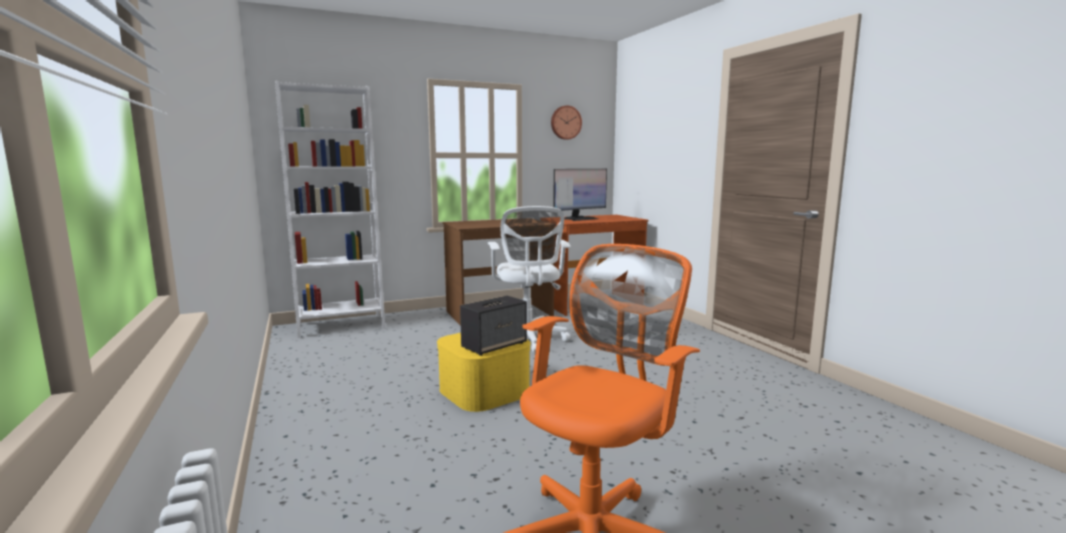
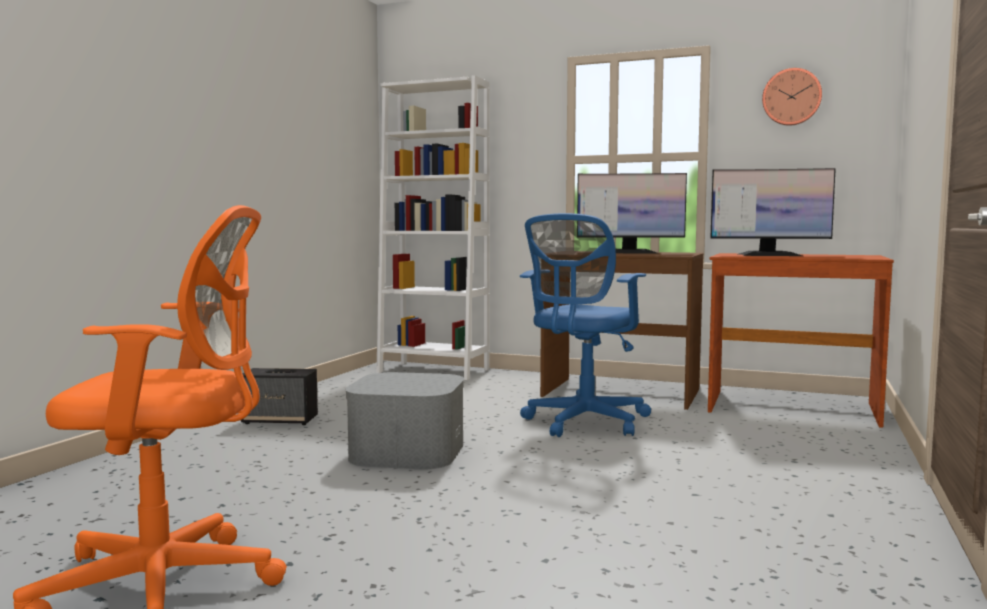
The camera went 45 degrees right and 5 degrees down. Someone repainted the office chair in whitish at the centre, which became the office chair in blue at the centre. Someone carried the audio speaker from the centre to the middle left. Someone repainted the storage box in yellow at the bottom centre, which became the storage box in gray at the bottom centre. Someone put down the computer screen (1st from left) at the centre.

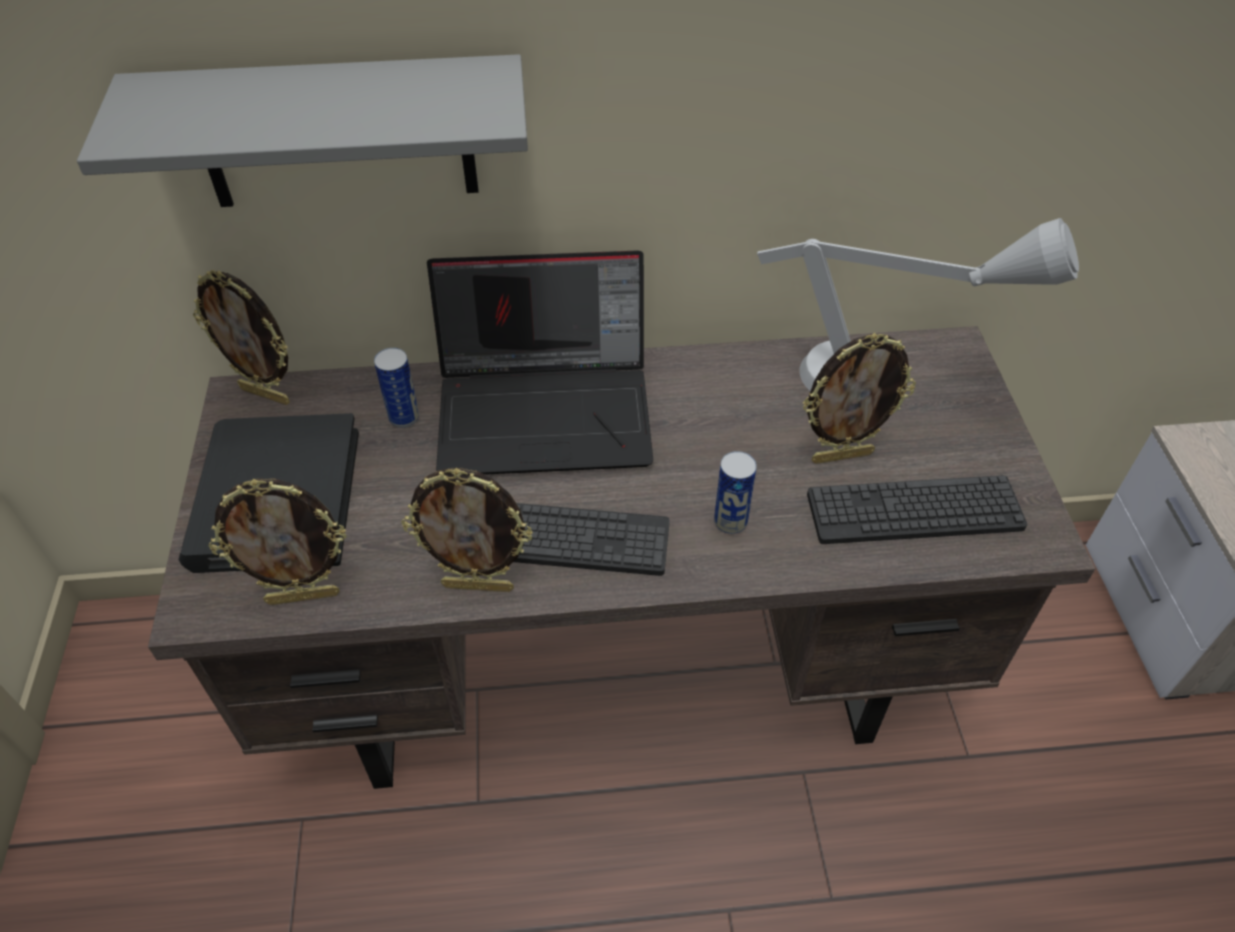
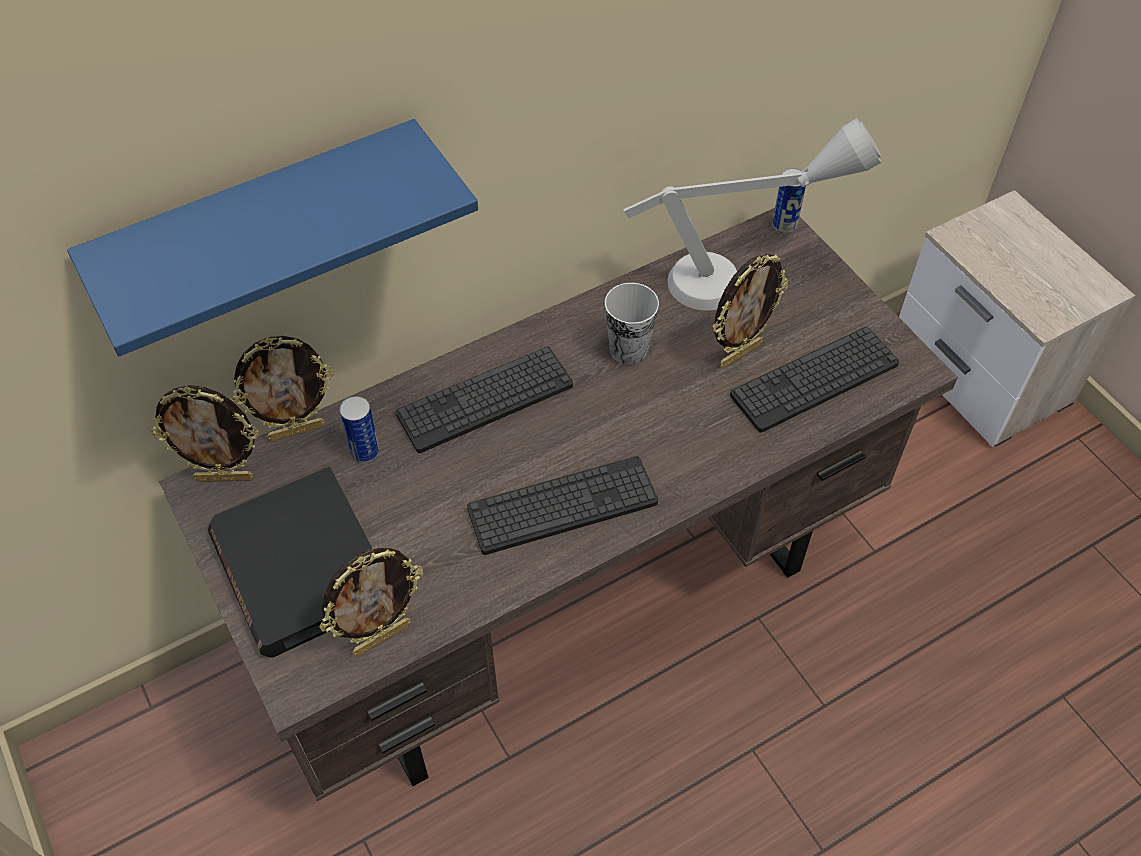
The camera went 25 degrees left and 5 degrees up. Someone repainted the shelf in gray at the top left, which became the shelf in blue at the top left. Someone swapped the portable computer at the centre for the PC keyboard (1st from left) at the centre. Someone carried the can (2nd from left) from the centre to the top right. Someone carried the photo frame (3rd from left in the first image) from the centre to the middle left. Someone put down the drinking cup at the centre.

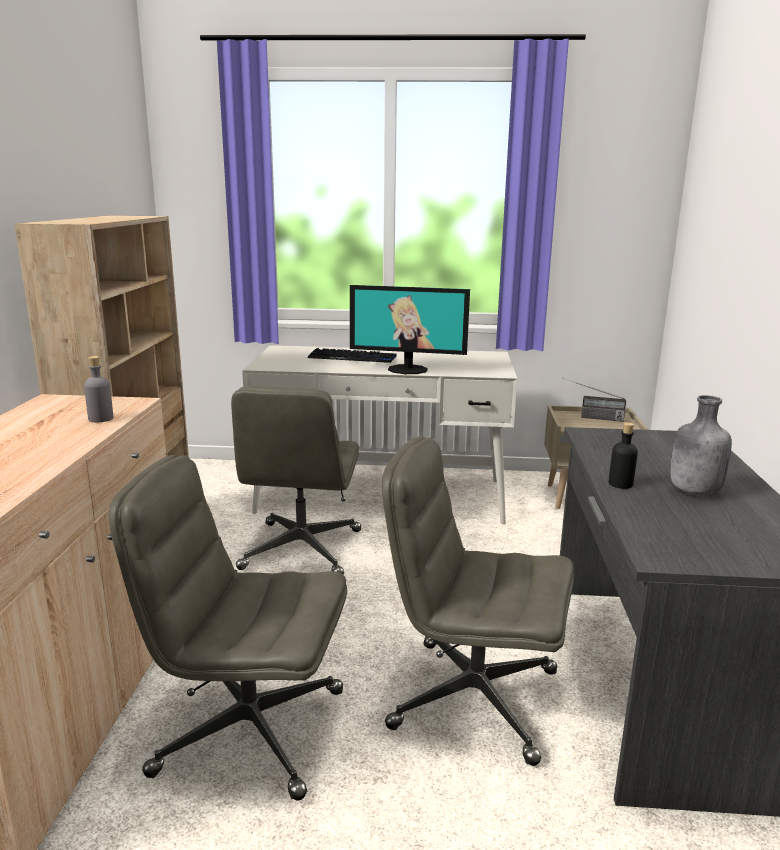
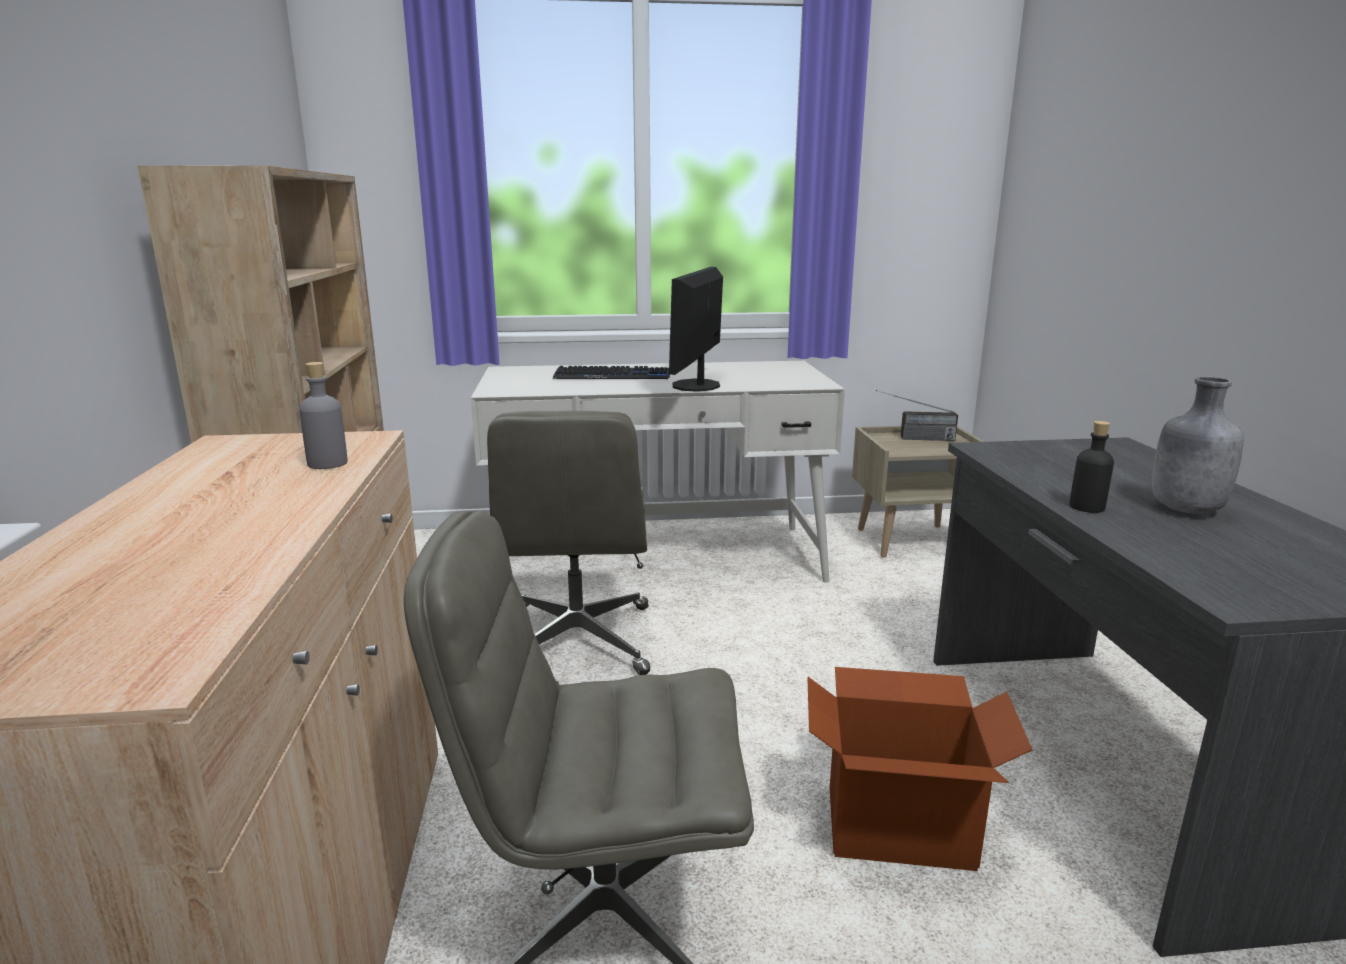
The camera went 10 degrees left and 0 degrees up. Someone rotated the computer screen at the centre by 105 degrees clockwise. Someone swapped the office chair in gray (3rd from left) at the bottom centre for the packing box at the bottom right.

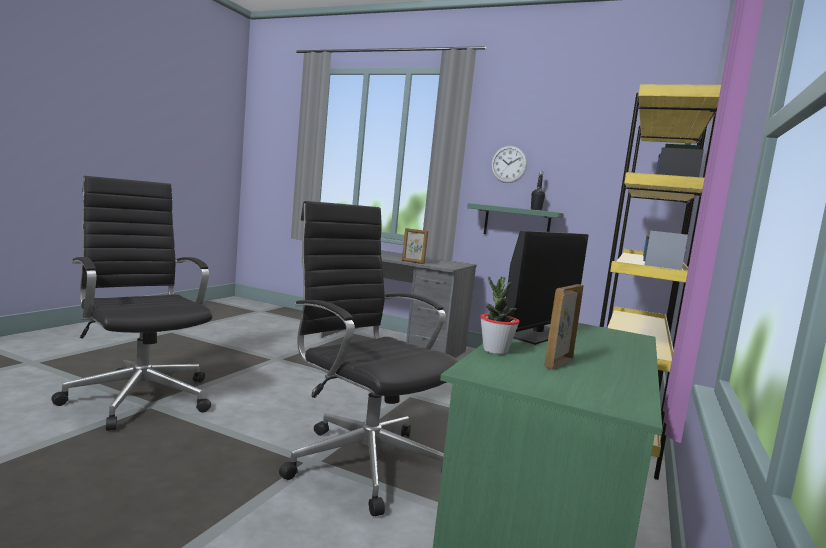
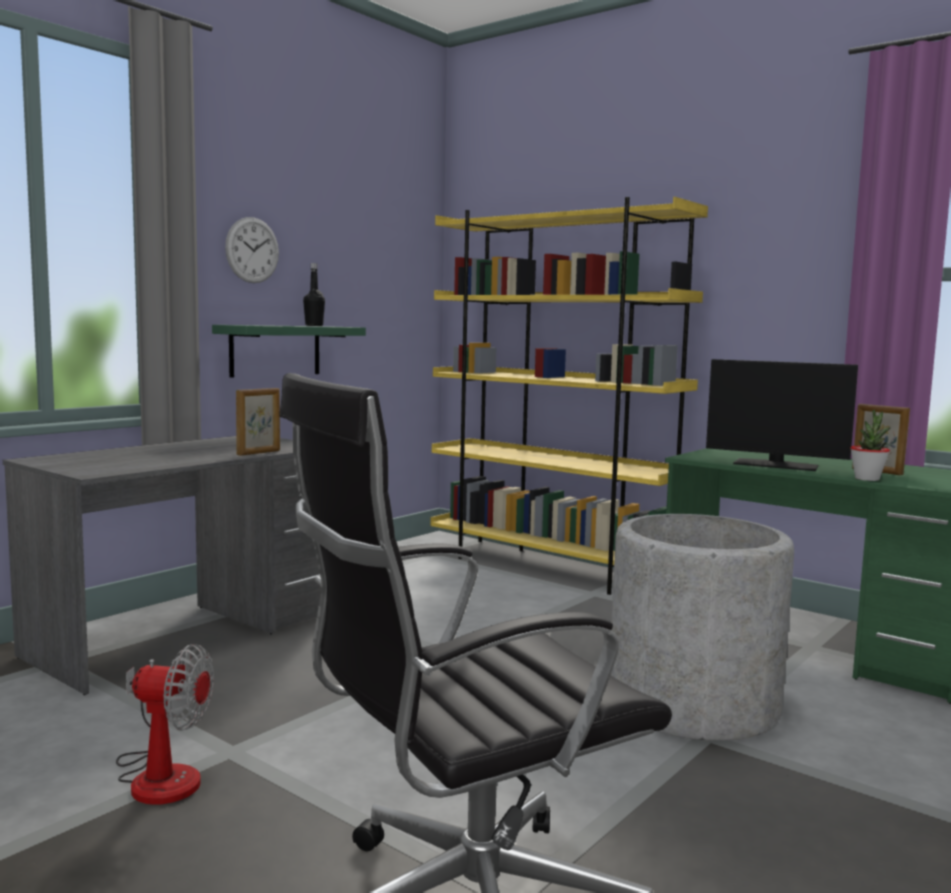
The camera went 75 degrees left and 0 degrees up. Someone swapped the office chair in black (2nd from left) at the centre for the planter in gray at the bottom right. Someone rotated the computer screen at the centre by 150 degrees clockwise. Someone put down the fan at the bottom left.

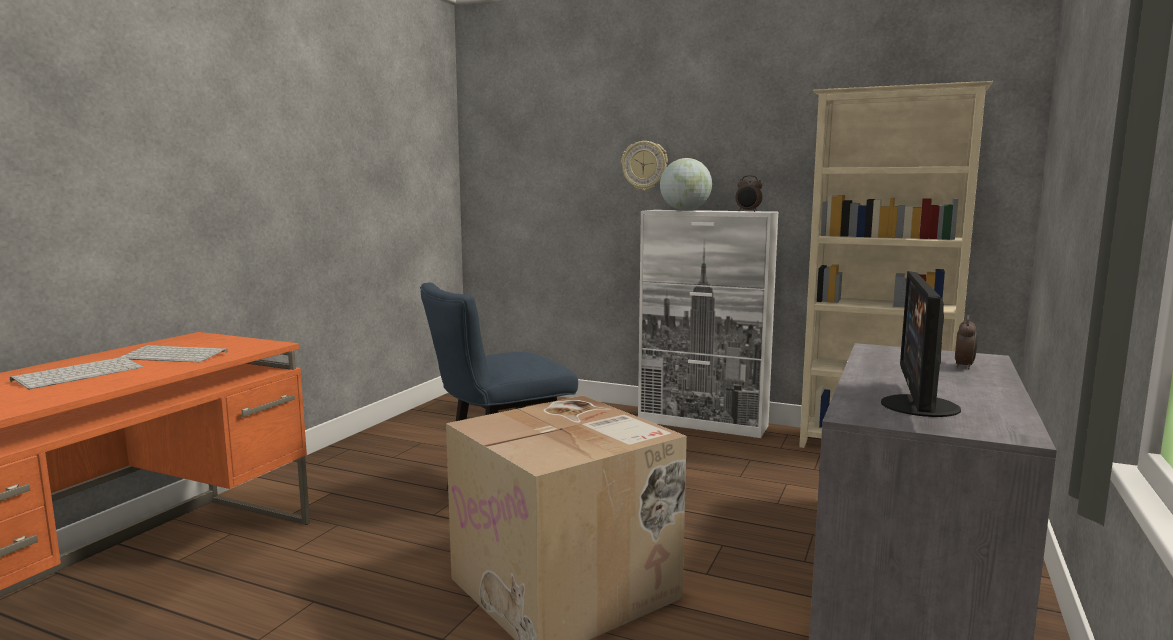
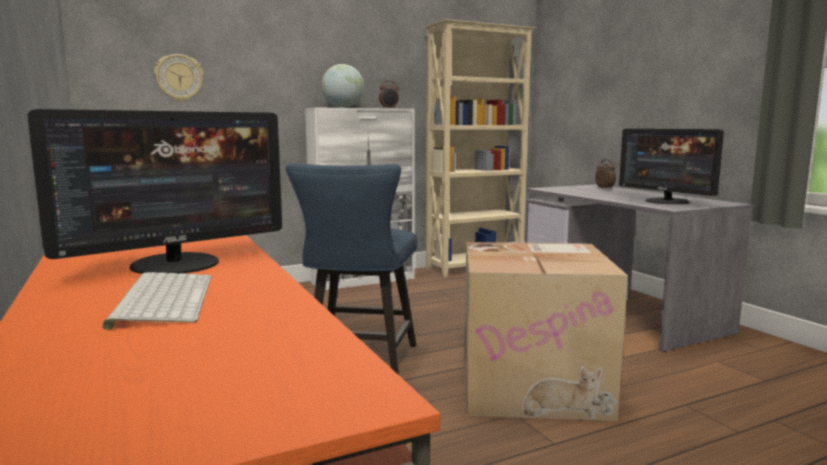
The camera went 50 degrees left and 0 degrees up. Someone carried the wall clock from the top centre to the top left. Someone swapped the PC keyboard (2nd from left) at the middle left for the computer screen (1st from left) at the middle left.

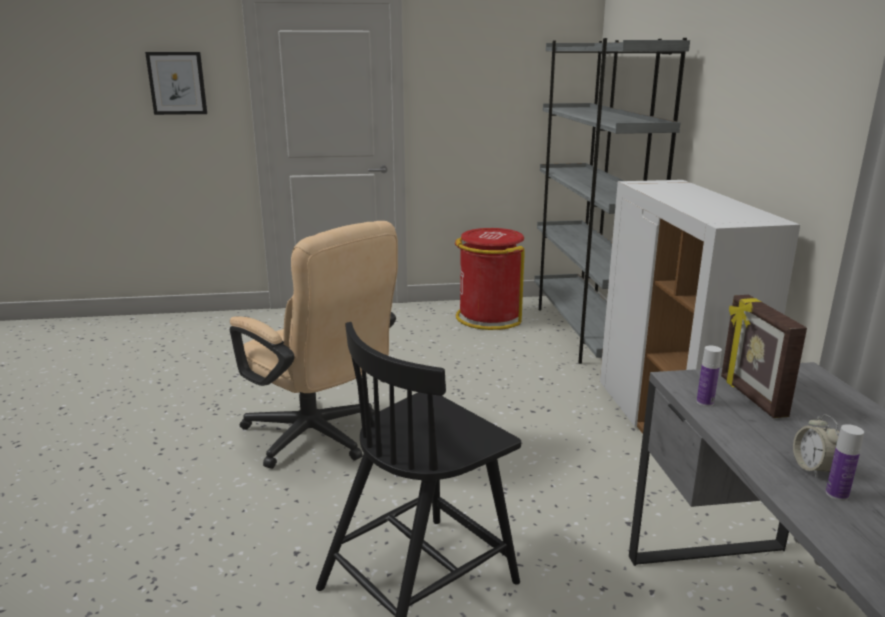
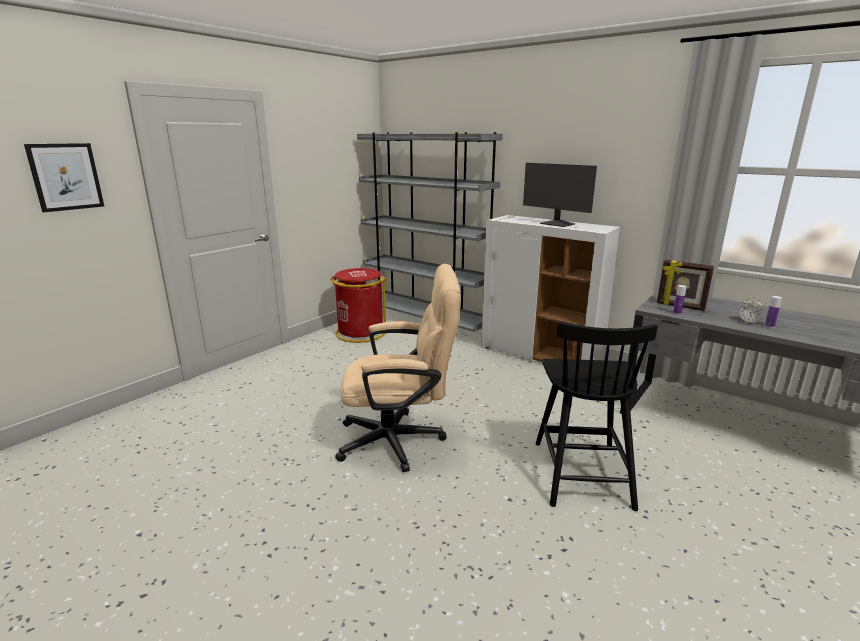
The camera went 45 degrees left and 0 degrees up. Someone put down the computer screen at the top centre.

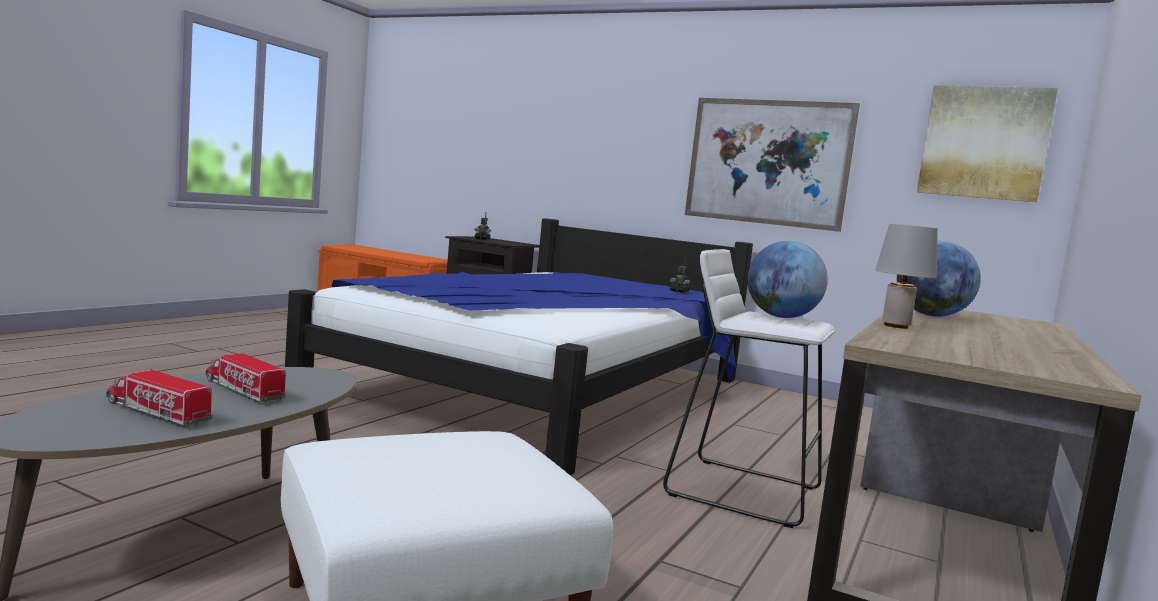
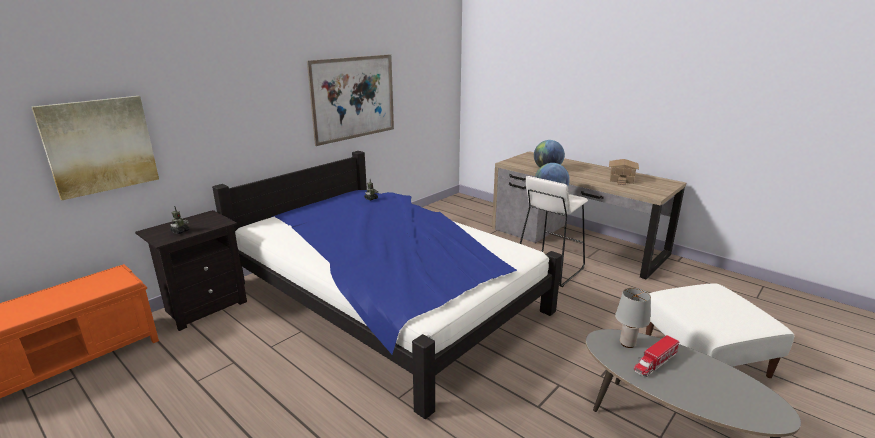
The camera went 75 degrees left and 15 degrees up. Someone carried the wall art (2nd from left in the first image) from the top right to the middle left. Someone carried the lamp for a table in gray from the middle right to the bottom right. Someone took away the toy truck (1st from left) at the middle left. Someone put down the toy house at the middle right.

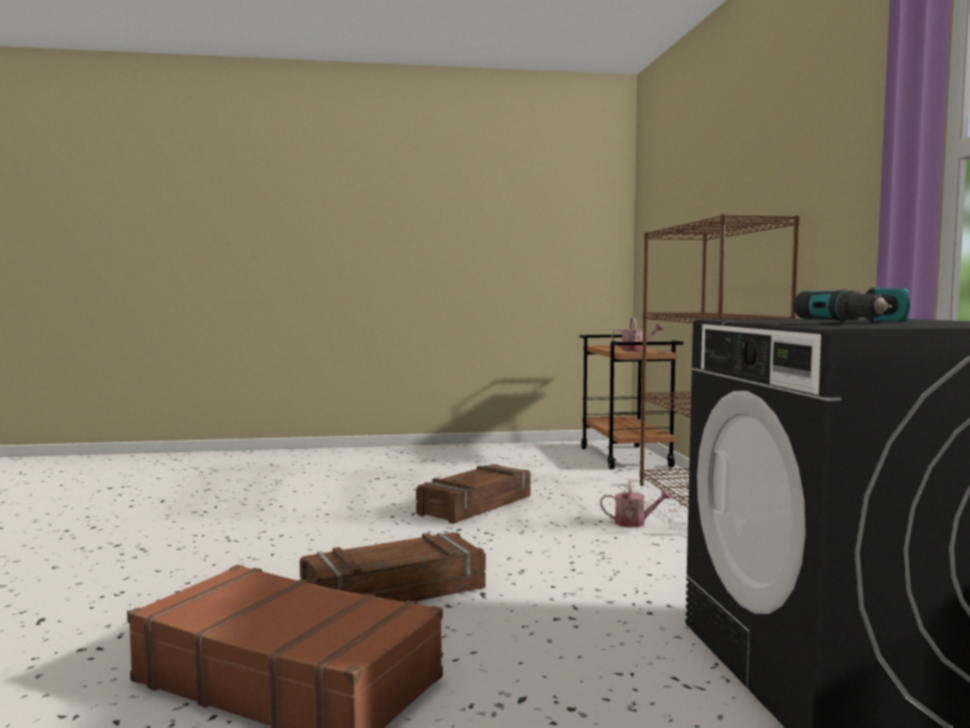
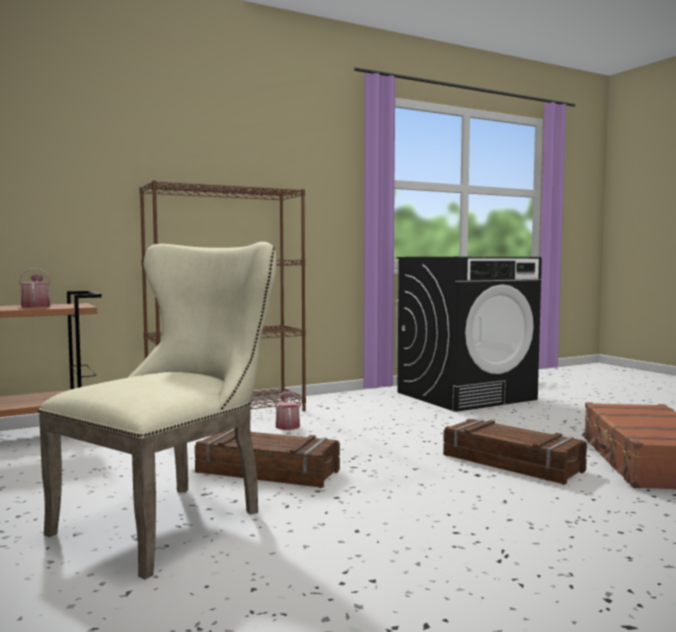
The camera went 110 degrees left and 0 degrees up. Someone took away the power drill at the middle right. Someone put down the chair in sand-coloured at the middle left.

